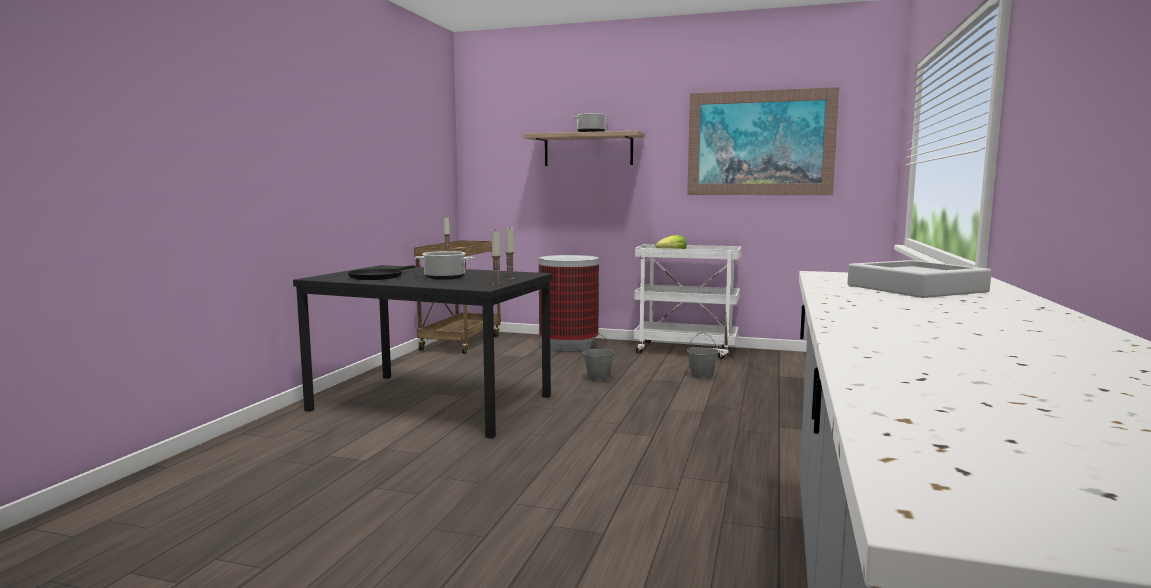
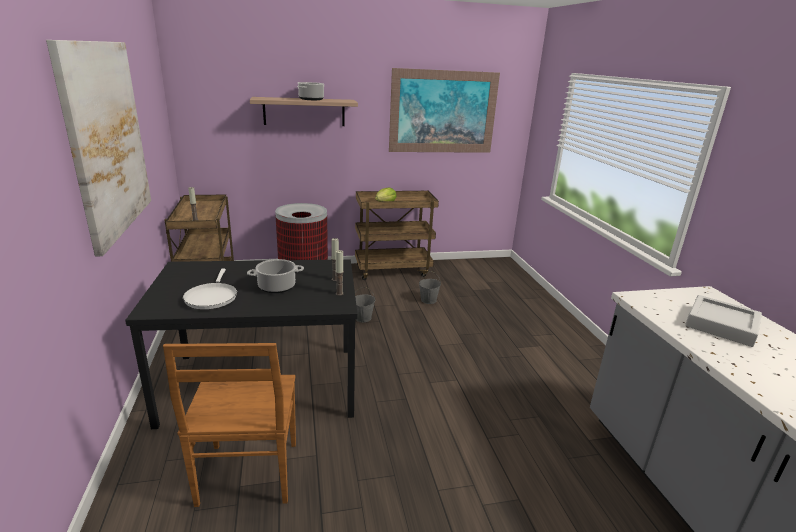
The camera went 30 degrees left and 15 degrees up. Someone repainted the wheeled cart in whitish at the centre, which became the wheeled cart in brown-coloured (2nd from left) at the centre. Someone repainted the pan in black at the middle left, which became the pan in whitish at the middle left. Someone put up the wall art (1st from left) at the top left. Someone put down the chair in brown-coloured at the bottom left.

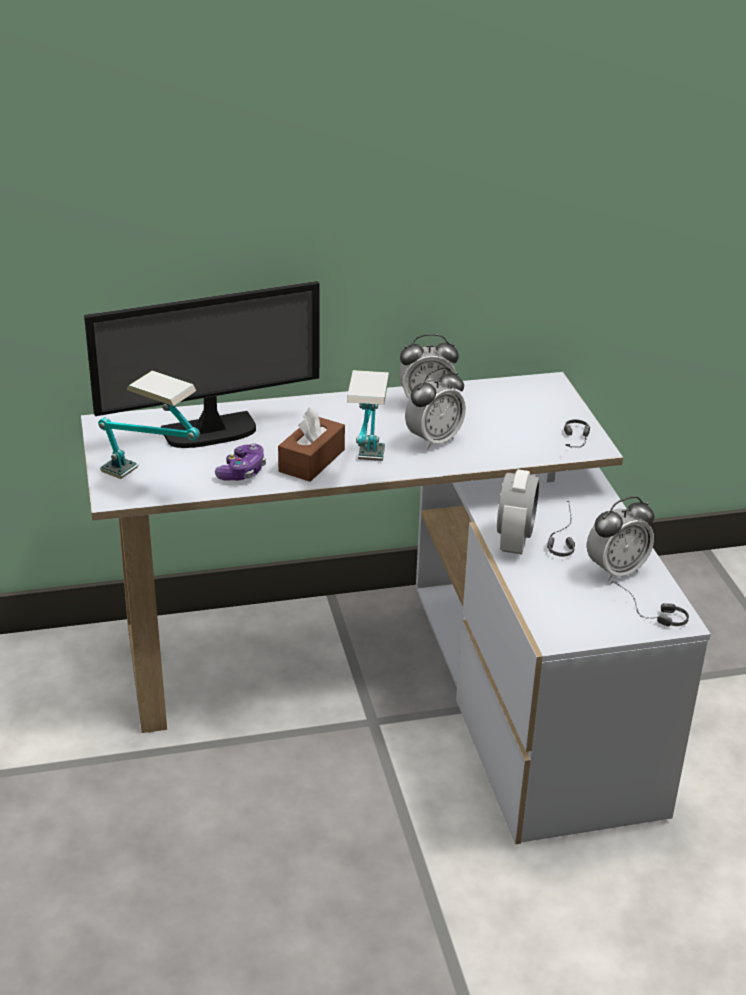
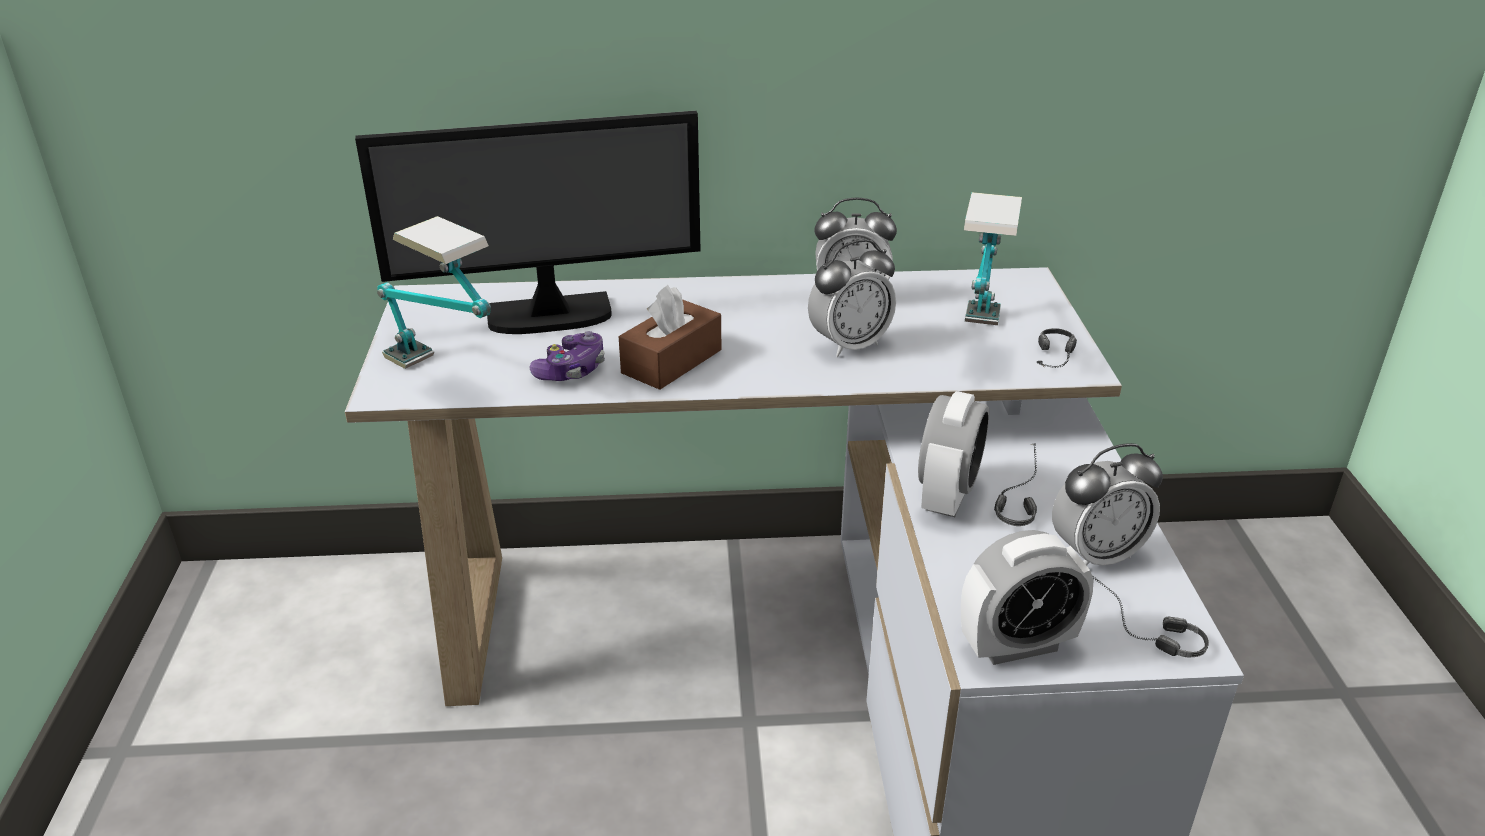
The camera went 10 degrees right and 0 degrees up. Someone carried the lamp for a table (2nd from left) from the centre to the top right. Someone put down the table clock (4th from left) at the bottom right.

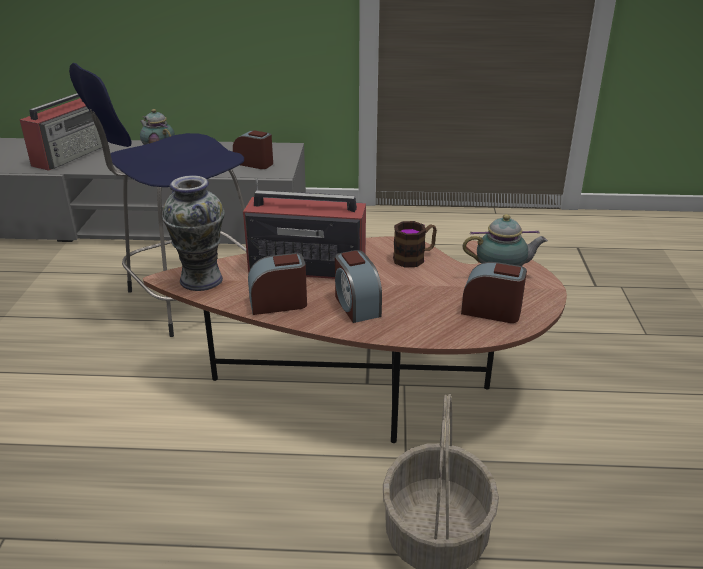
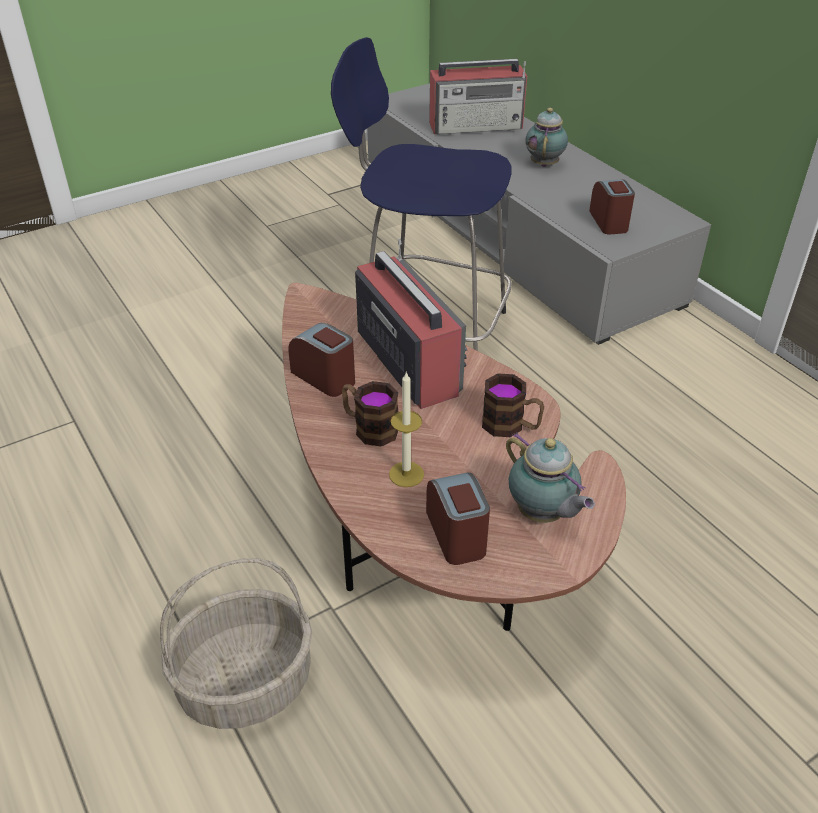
The camera went 55 degrees right and 10 degrees up. Someone took away the decorative vase at the middle left. Someone swapped the table clock (3rd from left) at the centre for the coffee mug (1st from left) at the centre. Someone put down the wax light at the centre.

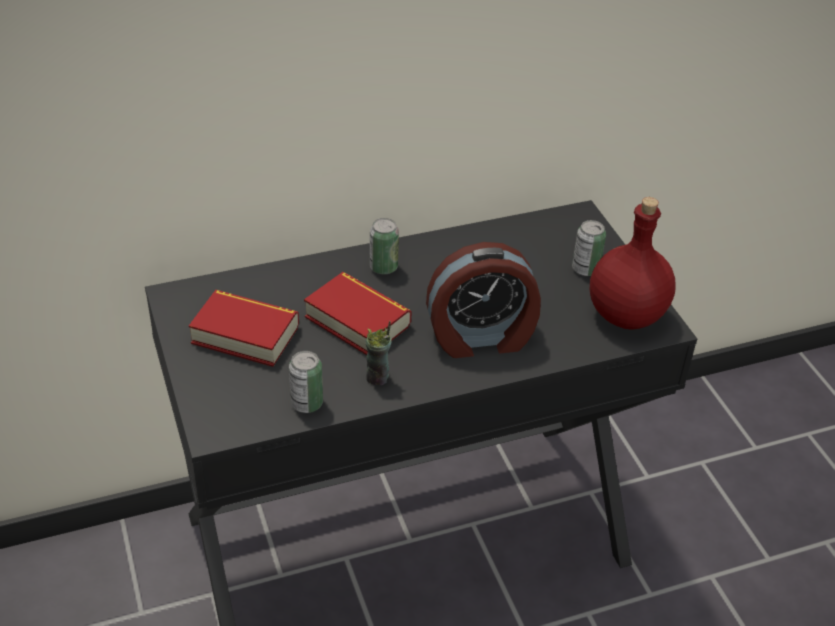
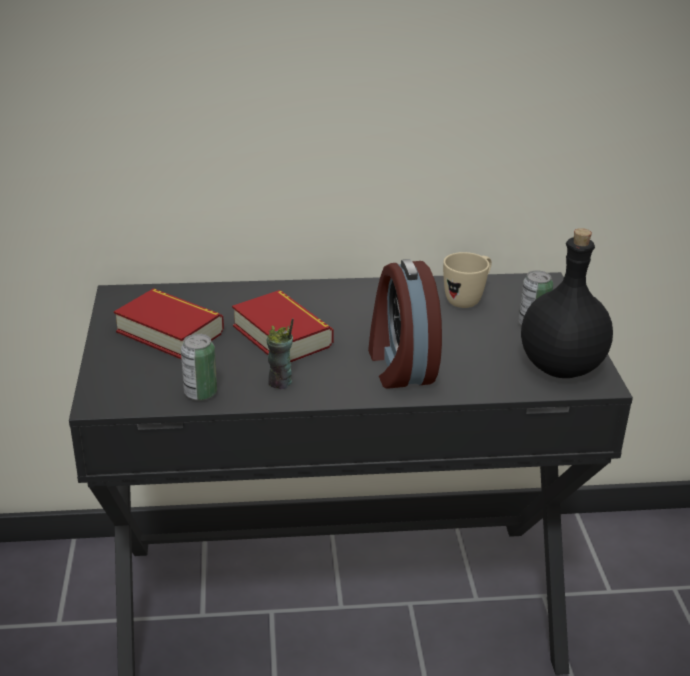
The camera went 15 degrees right and 10 degrees down. Someone repainted the bottle in red-coloured at the middle right, which became the bottle in black at the middle right. Someone took away the can (2nd from left) at the centre. Someone rotated the table clock at the centre by 75 degrees clockwise. Someone put down the coffee mug in sand-coloured at the middle right.

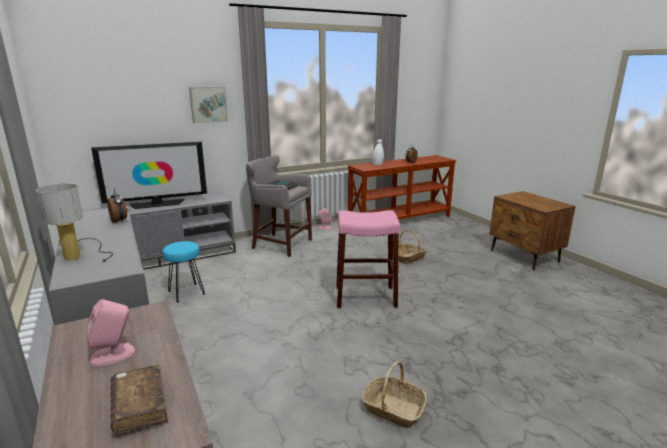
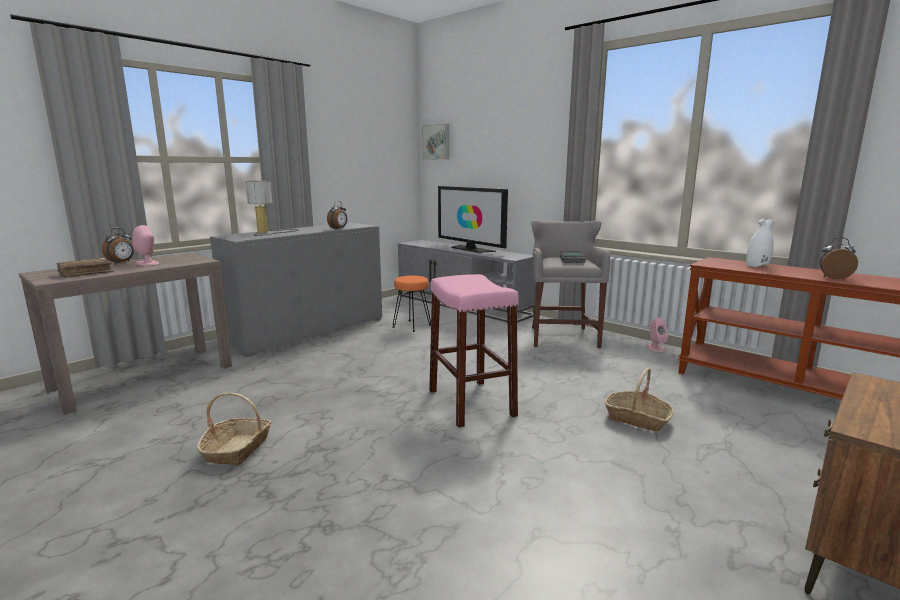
The camera went 70 degrees right and 5 degrees down. Someone carried the wall art from the top left to the top centre. Someone repainted the sitting stool in turquoise at the middle left, which became the sitting stool in orangey at the centre. Someone put down the table clock (1st from left) at the middle left.

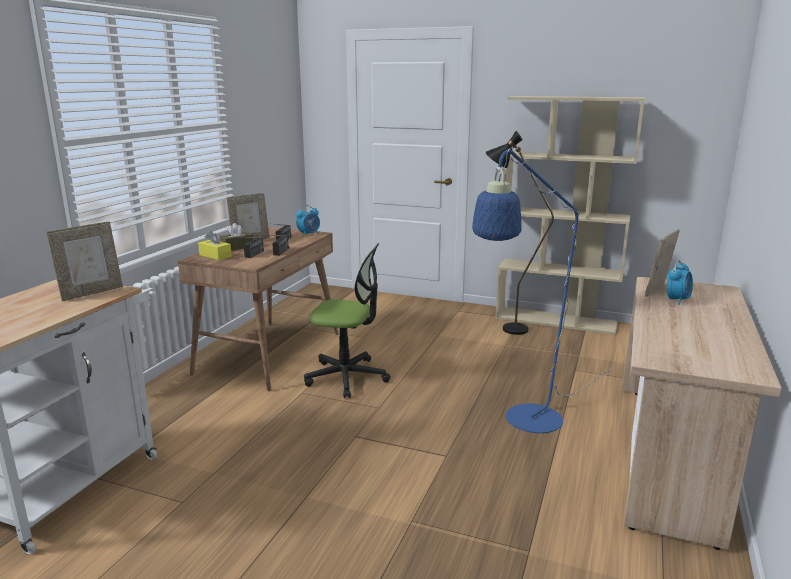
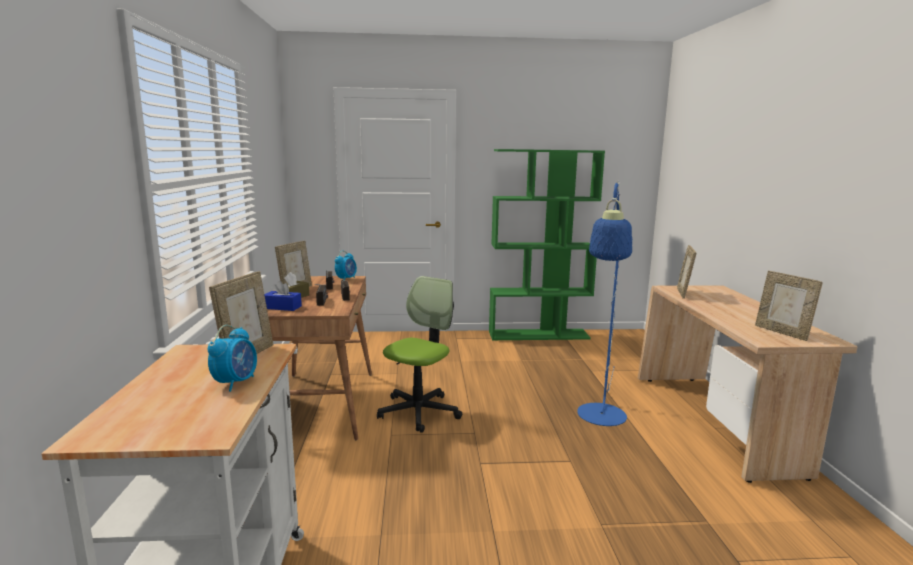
The camera went 25 degrees left and 5 degrees down. Someone repainted the bookshelf in sand-coloured at the middle right, which became the bookshelf in greenish at the centre. Someone took away the standing lamp in black at the centre. Someone repainted the tissue box in yellow at the middle left, which became the tissue box in blue at the middle left. Someone rotated the office chair at the centre by 45 degrees counterclockwise. Someone carried the table clock (2nd from left in the first image) from the middle right to the middle left. Someone put down the photo frame (4th from left) at the middle right.

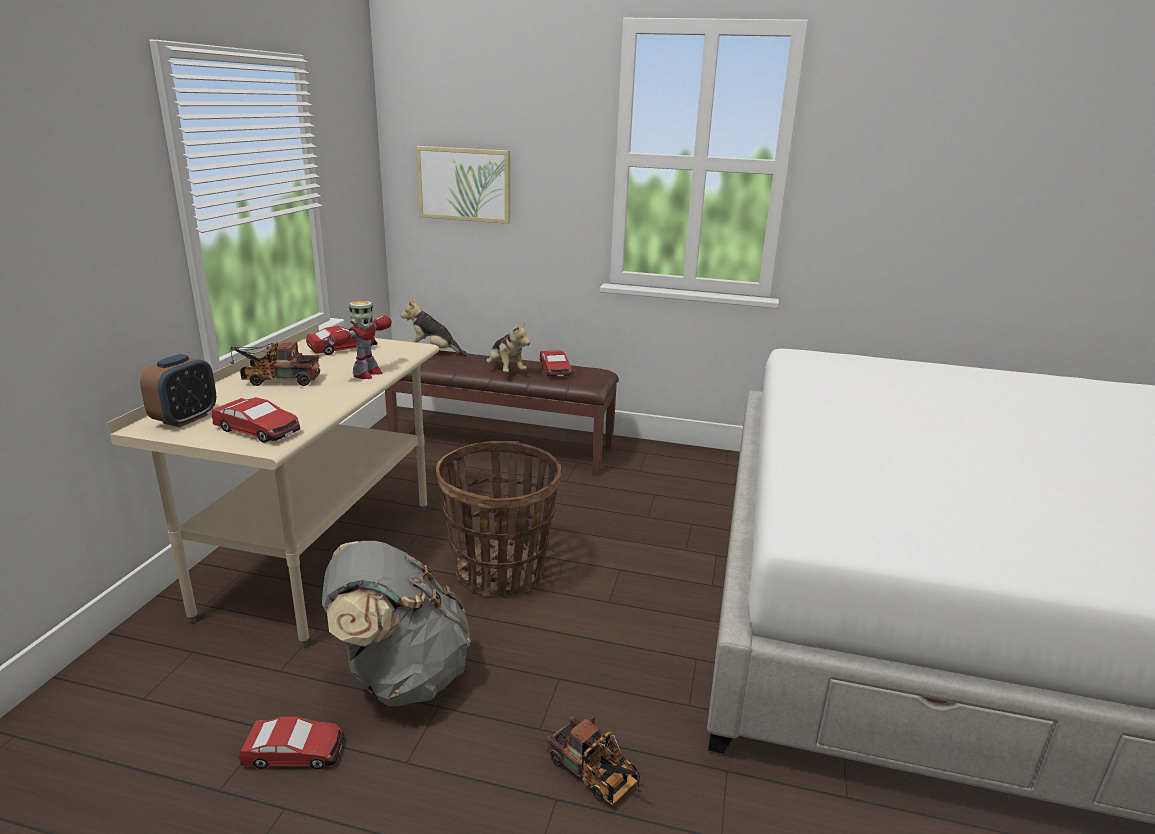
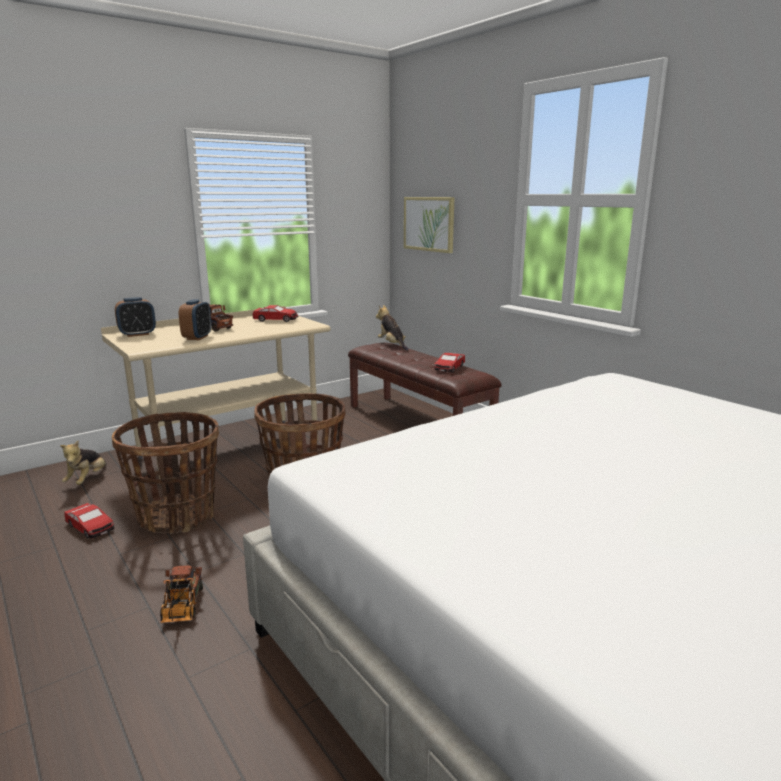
The camera went 40 degrees right and 5 degrees down. Someone took away the robot figure at the middle left. Someone carried the cuddly toy (2nd from left in the first image) from the centre to the middle left. Someone took away the miniature car (1st from left) at the middle left. Someone swapped the rucksack in gray at the bottom centre for the storage basket (1st from left) at the middle left. Someone put down the table clock (2nd from left) at the middle left.

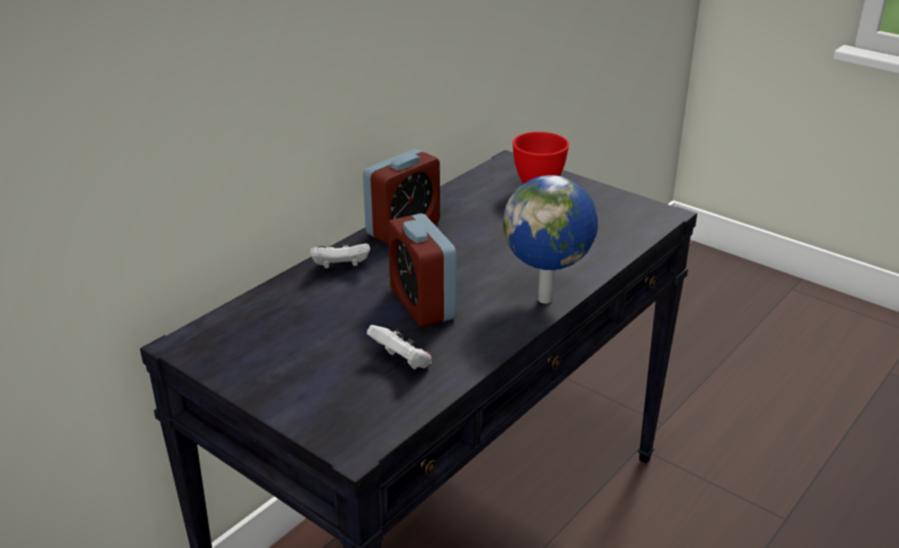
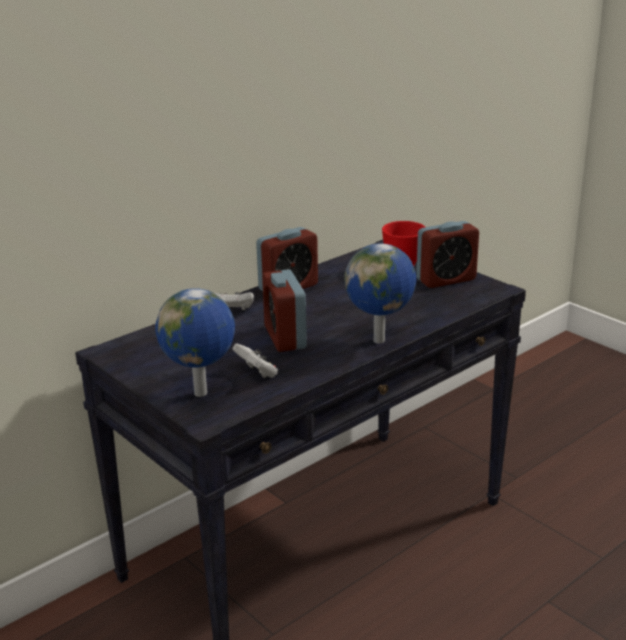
The camera went 10 degrees right and 5 degrees down. Someone put down the table clock (3rd from left) at the middle right. Someone put down the globe (1st from left) at the middle left.

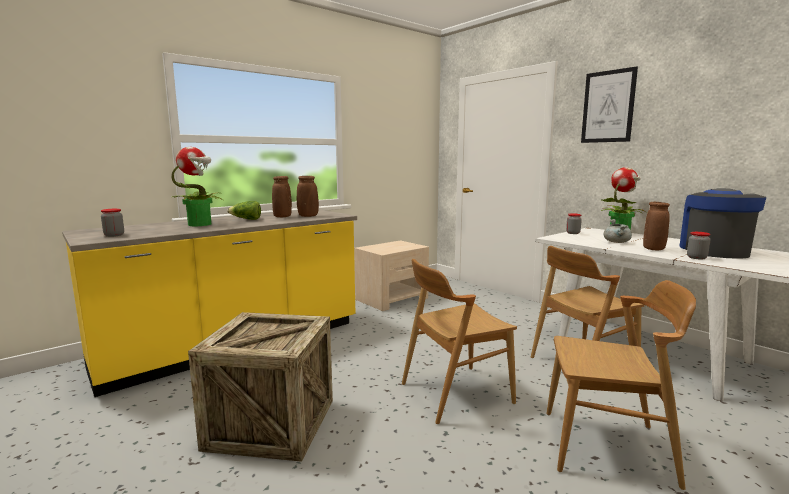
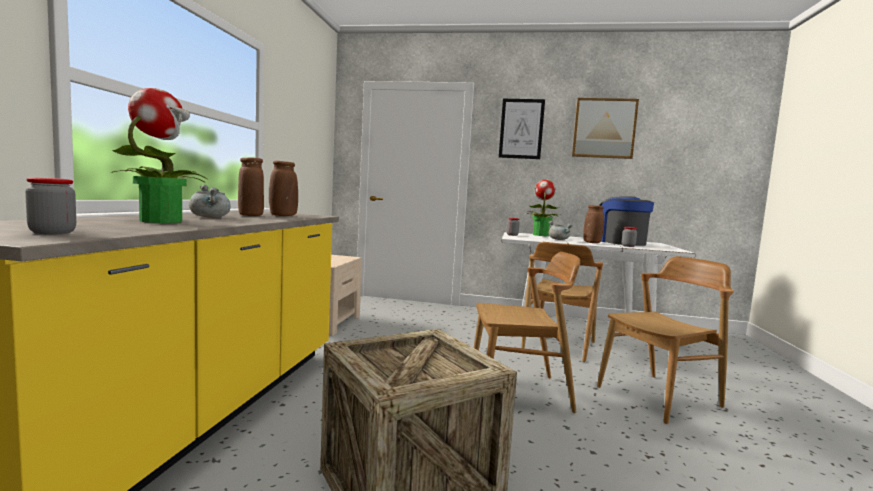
The camera went 40 degrees left and 5 degrees down. Someone swapped the lettuce head at the middle left for the cooking pot in gray (1st from left) at the middle left. Someone rotated the chair in brown-coloured (1st from left) at the bottom centre by 120 degrees counterclockwise. Someone put up the wall art (2nd from left) at the top right.

